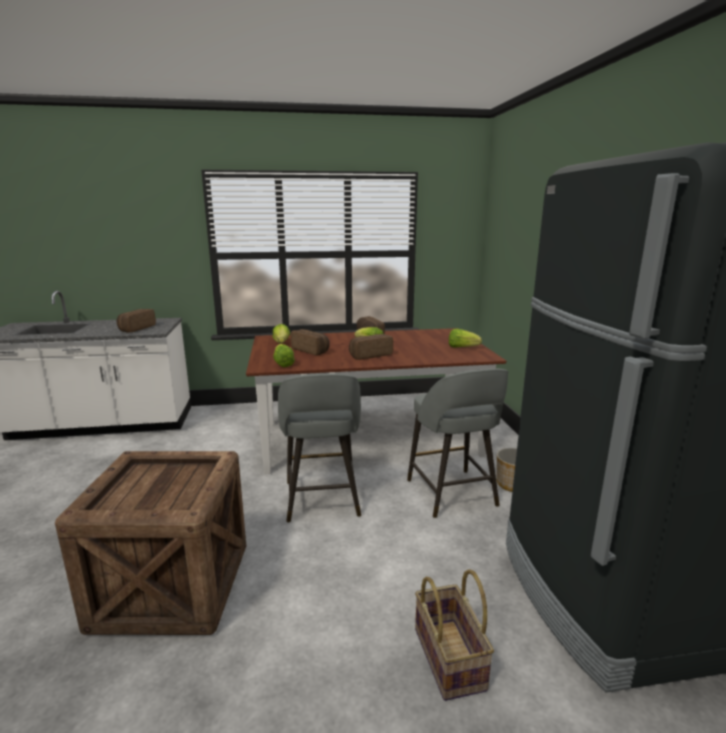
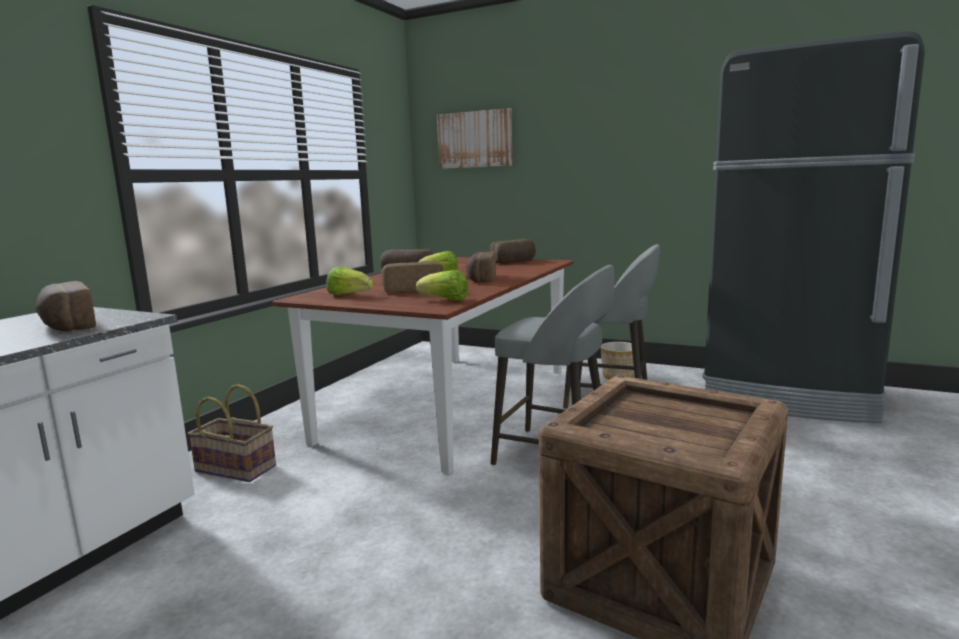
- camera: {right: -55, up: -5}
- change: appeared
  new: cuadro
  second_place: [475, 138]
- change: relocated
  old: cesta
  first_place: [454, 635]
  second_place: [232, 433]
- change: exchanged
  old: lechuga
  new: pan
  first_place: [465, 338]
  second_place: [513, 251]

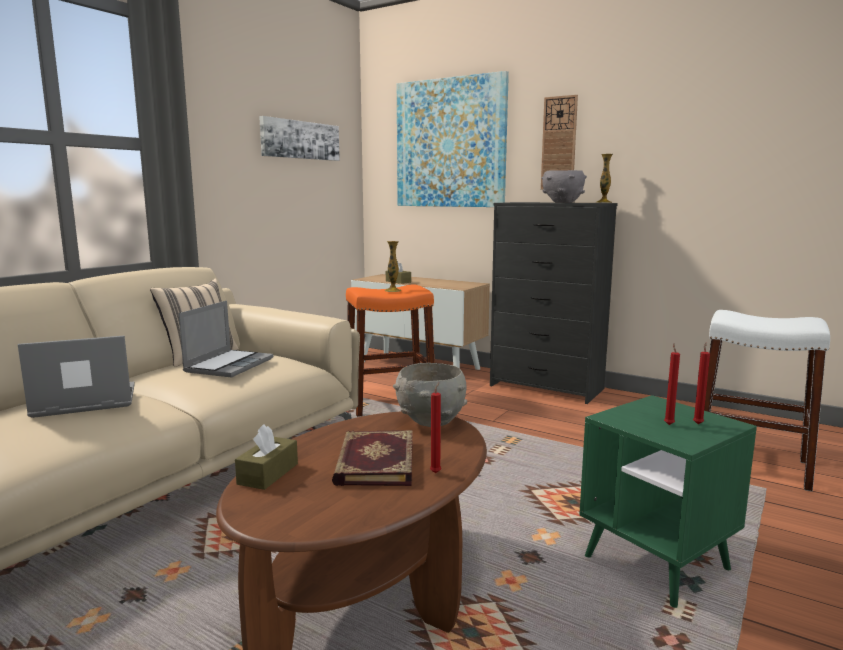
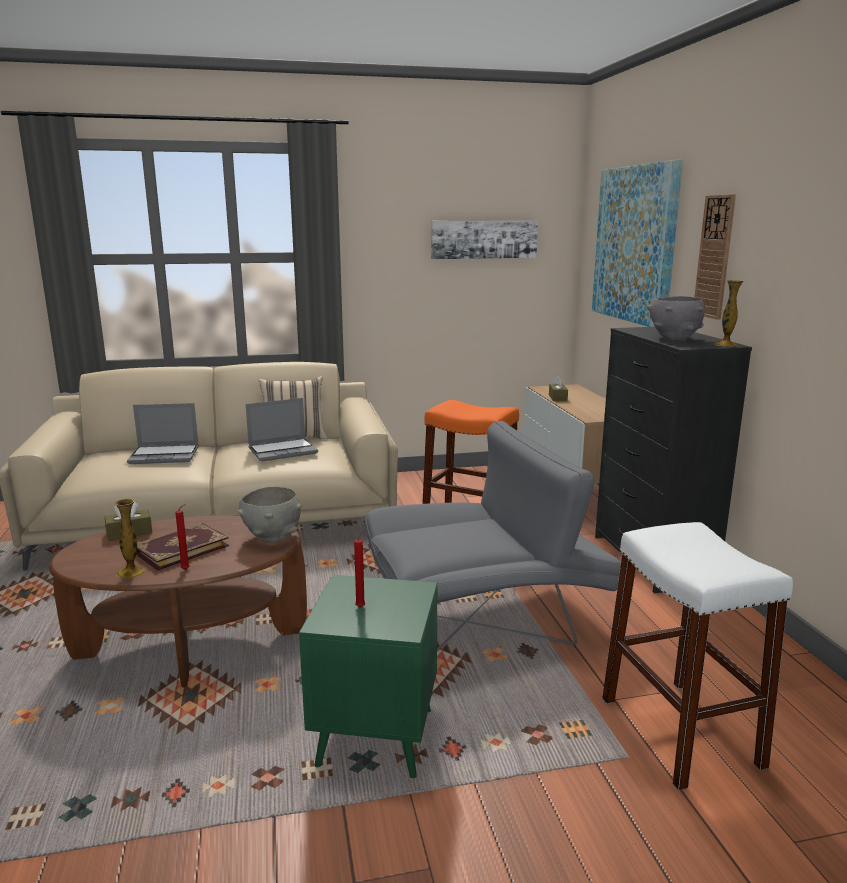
- camera: {right: 45, up: 5}
- change: missing
  old: vela/rojo
  first_place: [701, 383]
- change: appeared
  new: sillón/gris
  second_place: [493, 536]
- change: relocated
  old: florero
  first_place: [393, 266]
  second_place: [130, 538]
- change: spun
  old: portátil
  first_place: [76, 376]
  second_place: [163, 433]
  degrees: 150

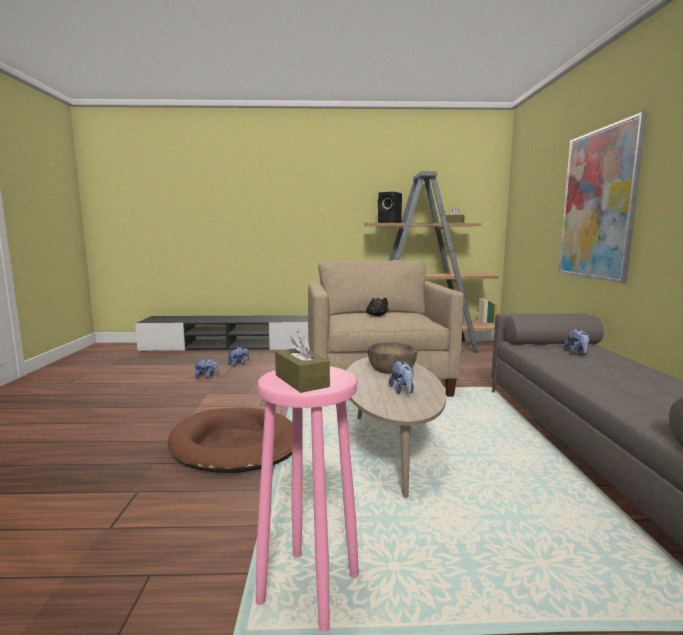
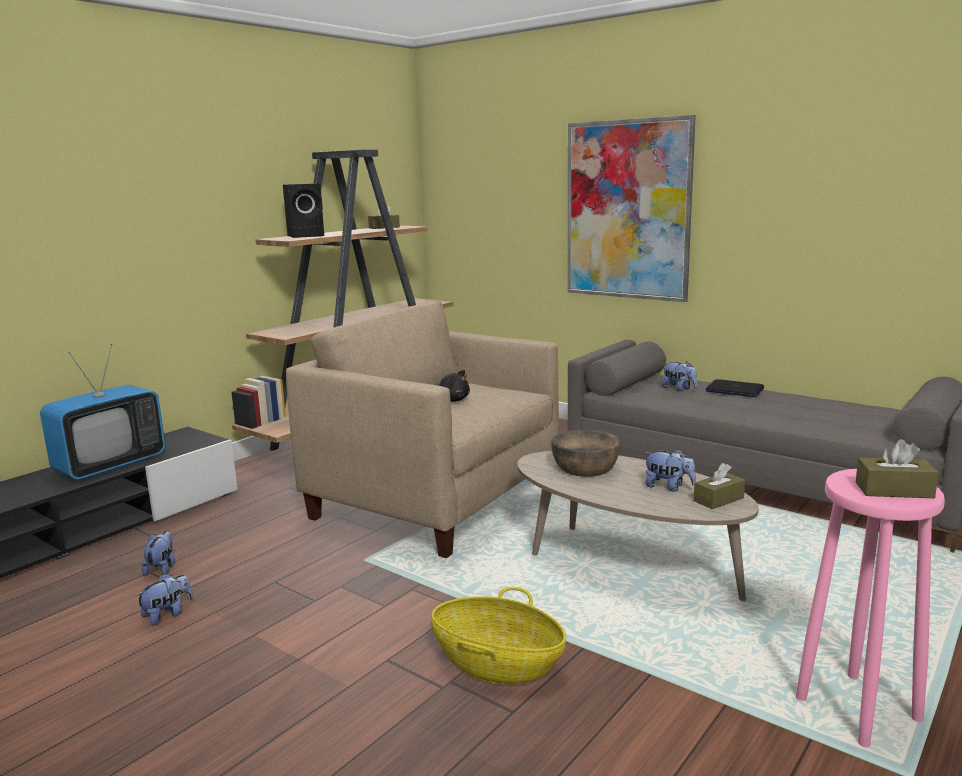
- camera: {right: -50, up: 5}
- change: appeared
  new: televisor
  second_place: [102, 412]
- change: appeared
  new: caja de pañuelos/marrón
  second_place: [719, 486]
- change: appeared
  new: portátil
  second_place: [735, 388]
- change: exchanged
  old: cama para perro/marrón
  new: cesta
  first_place: [230, 440]
  second_place: [498, 636]

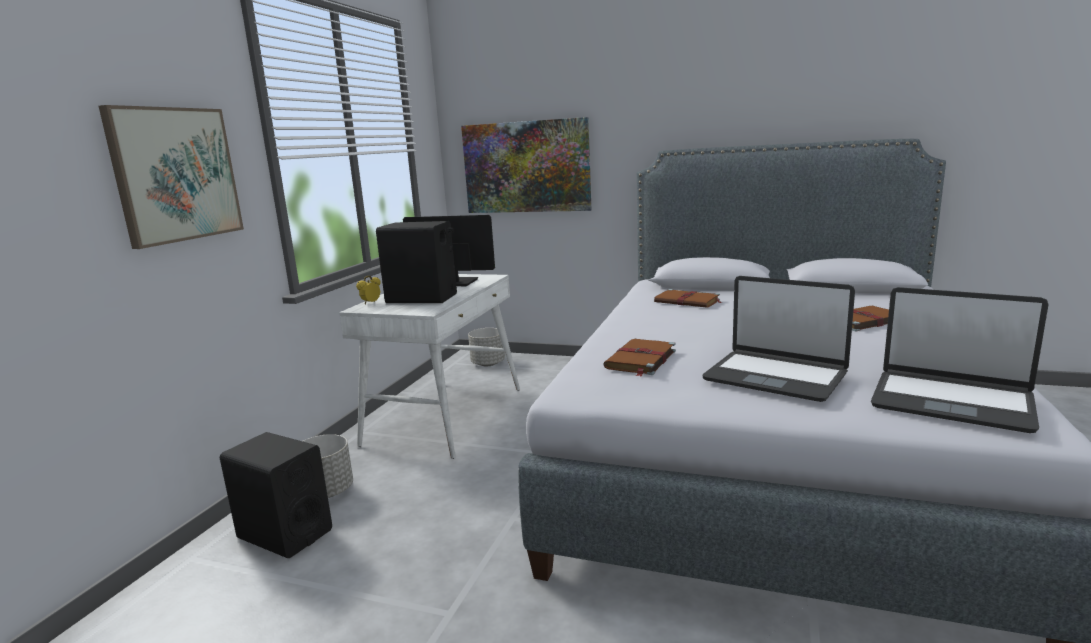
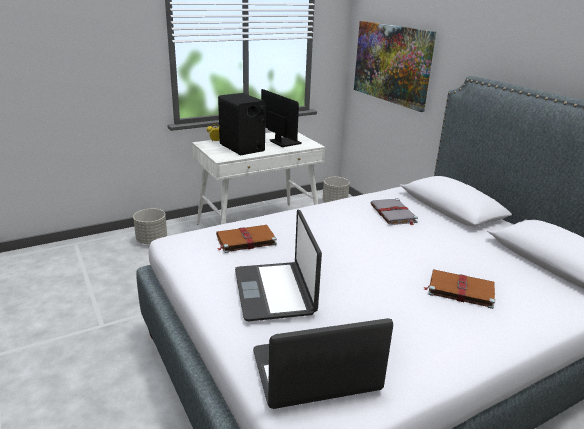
- camera: {right: 40, up: 10}
- change: missing
  old: cuadro
  first_place: [171, 177]
- change: missing
  old: altavoz/negro
  first_place: [276, 495]
- change: colour
  old: libro/marrón
  new: libro/gris
  first_place: [687, 298]
  second_place: [394, 212]
- change: spun
  old: portátil
  first_place: [960, 360]
  second_place: [323, 363]
  degrees: 90

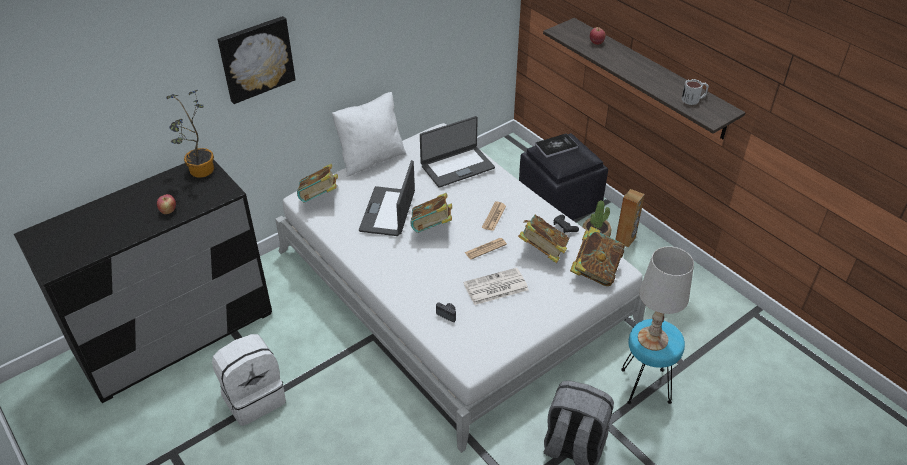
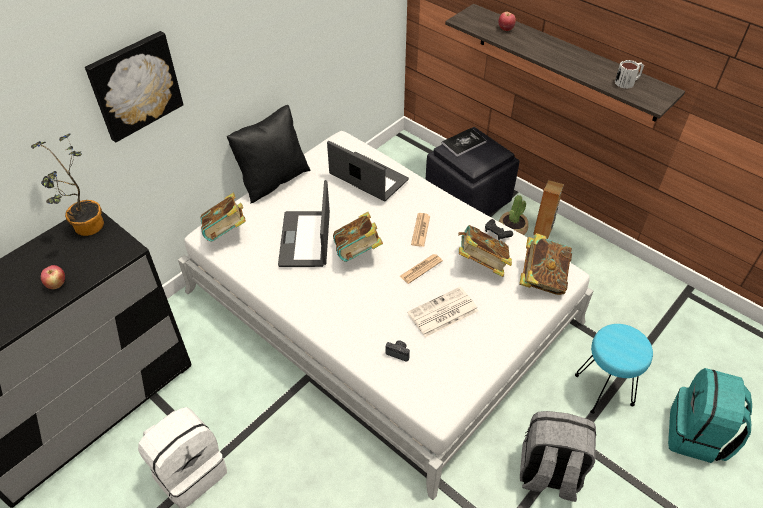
- camera: {right: -10, up: 5}
- change: missing
  old: lámpara de mesa/blanco
  first_place: [666, 298]
- change: appeared
  new: mochila/turquesa
  second_place: [710, 415]
- change: colour
  old: cojín/blanco
  new: cojín/negro
  first_place: [369, 134]
  second_place: [268, 154]
- change: spun
  old: portátil
  first_place: [457, 152]
  second_place: [368, 171]
  degrees: -105

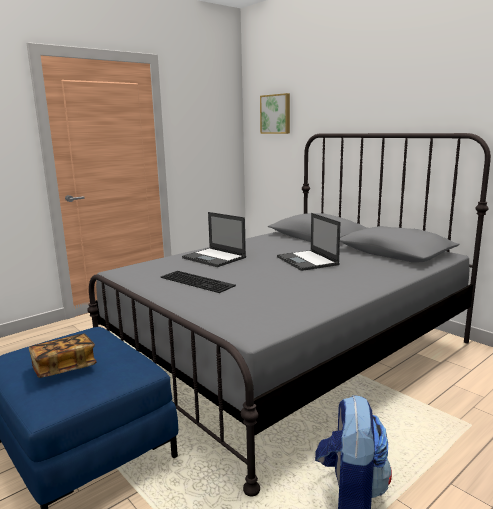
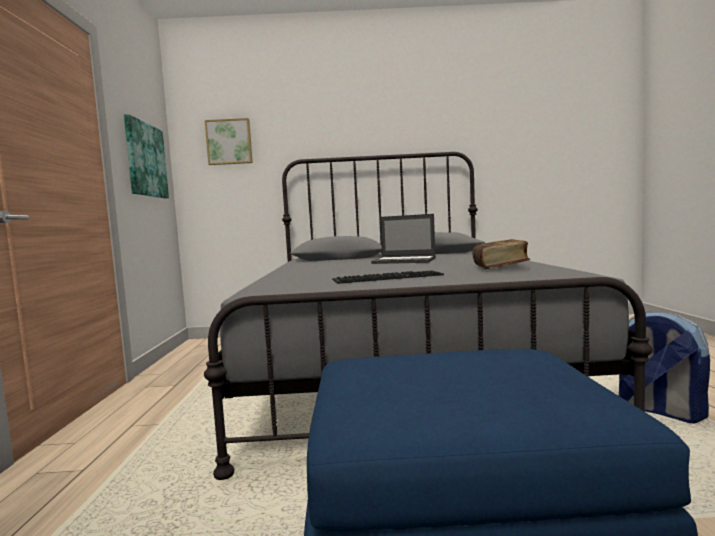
- camera: {right: -50, up: -10}
- change: missing
  old: portátil
  first_place: [214, 239]
- change: appeared
  new: cuadro
  second_place: [146, 156]
- change: relocated
  old: libro
  first_place: [63, 355]
  second_place: [501, 254]

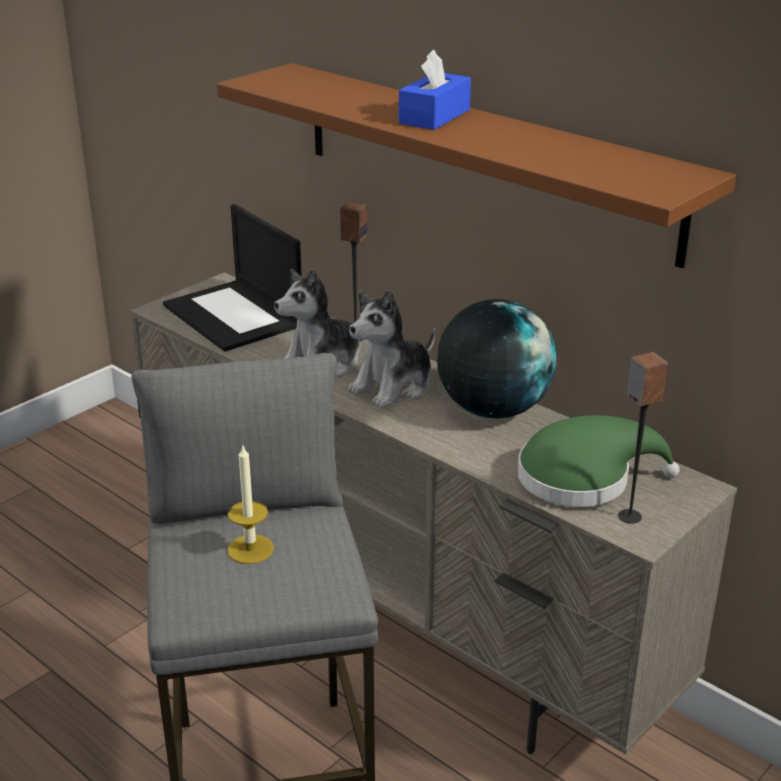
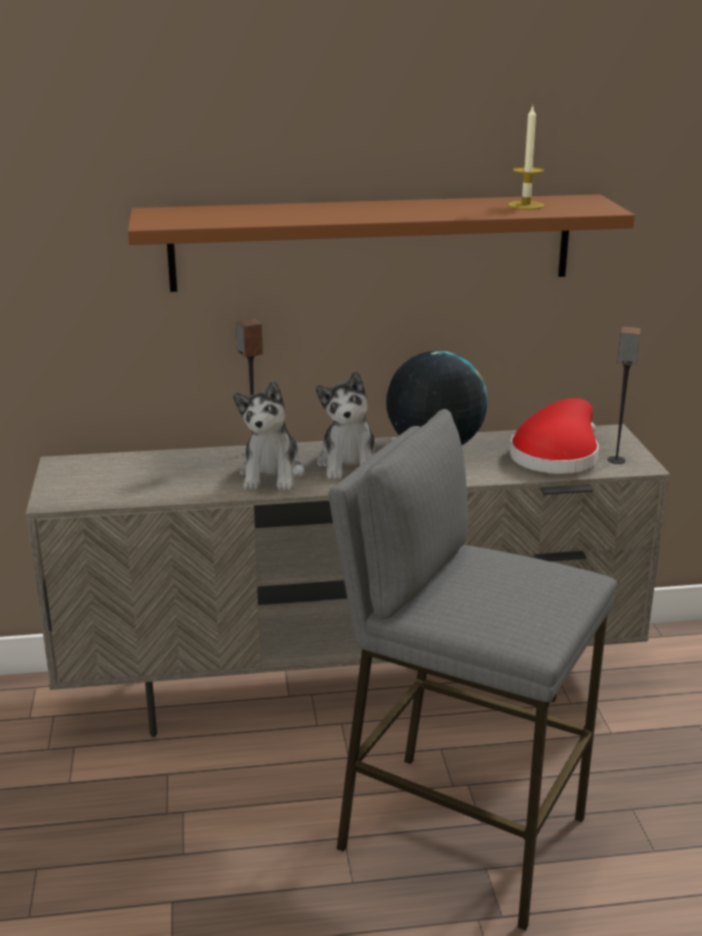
- camera: {right: -50, up: -5}
- change: missing
  old: portátil
  first_place: [232, 278]
- change: missing
  old: caja de pañuelos/azul
  first_place: [435, 90]
- change: relocated
  old: vela
  first_place: [250, 505]
  second_place: [526, 157]
- change: colour
  old: sombrero/verde
  new: sombrero/rojo
  first_place: [599, 461]
  second_place: [554, 436]

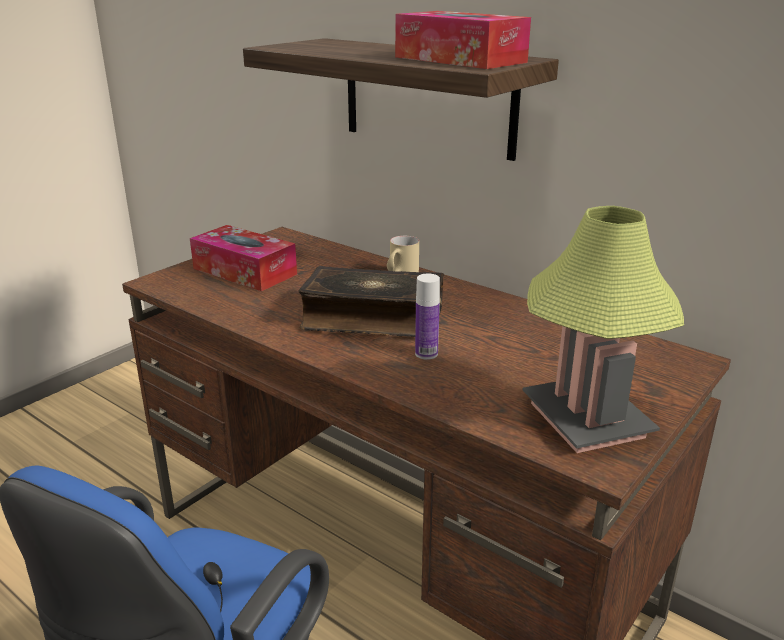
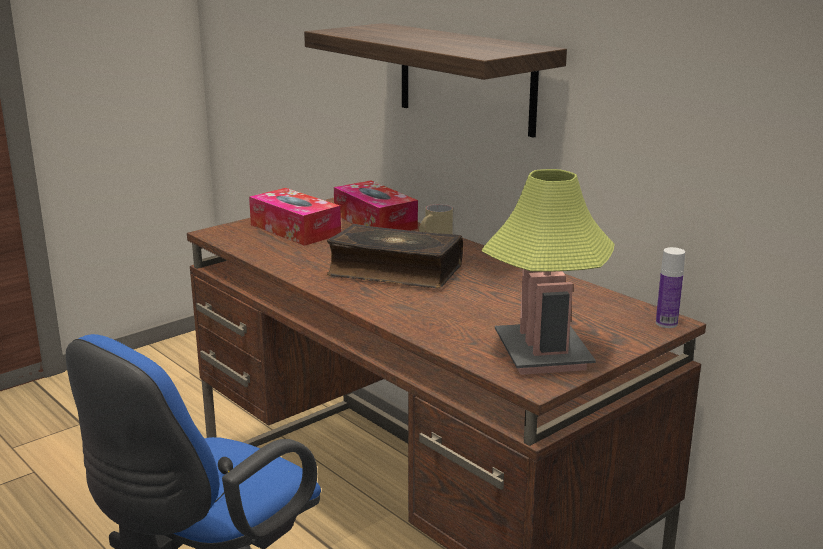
- camera: {right: 10, up: -5}
- change: relocated
  old: caja de pañuelos
  first_place: [463, 40]
  second_place: [376, 205]
- change: relocated
  old: botella
  first_place: [427, 317]
  second_place: [670, 287]

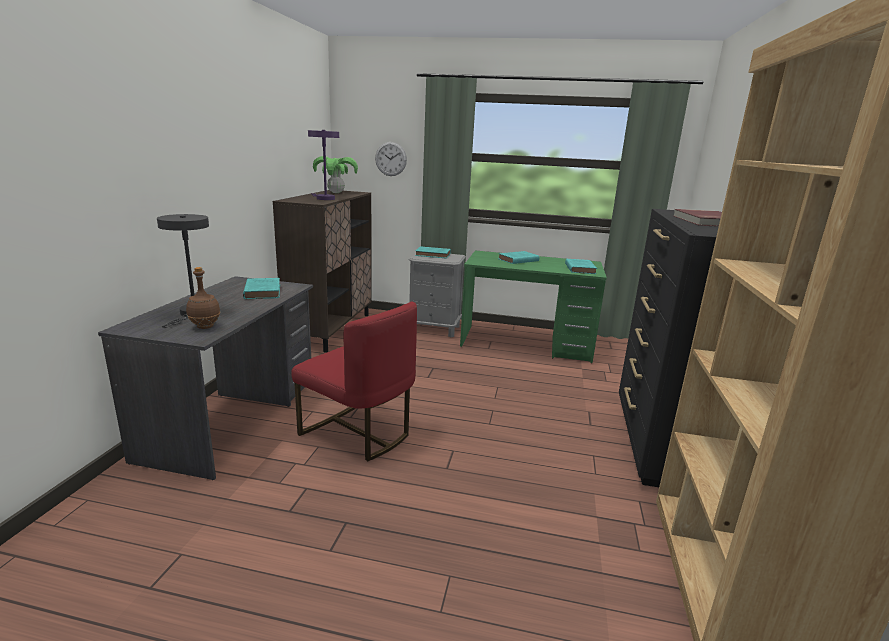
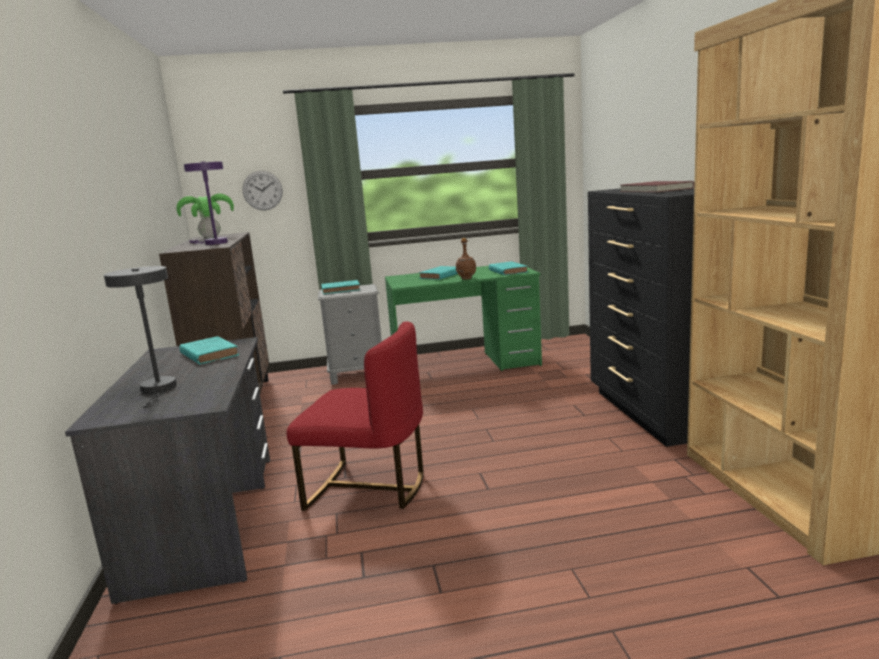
- camera: {right: -20, up: -5}
- change: relocated
  old: botella/marrón
  first_place: [203, 298]
  second_place: [466, 259]

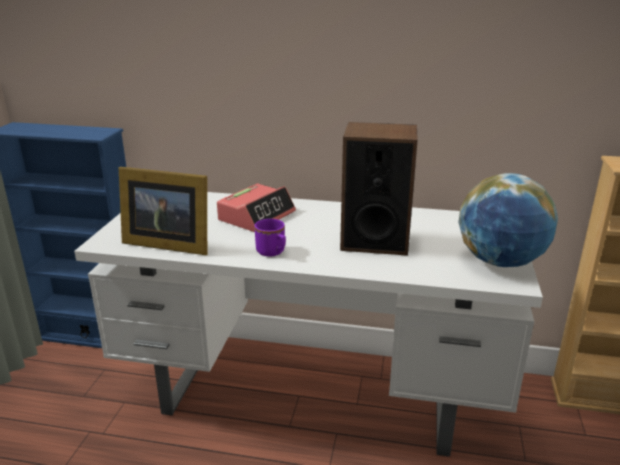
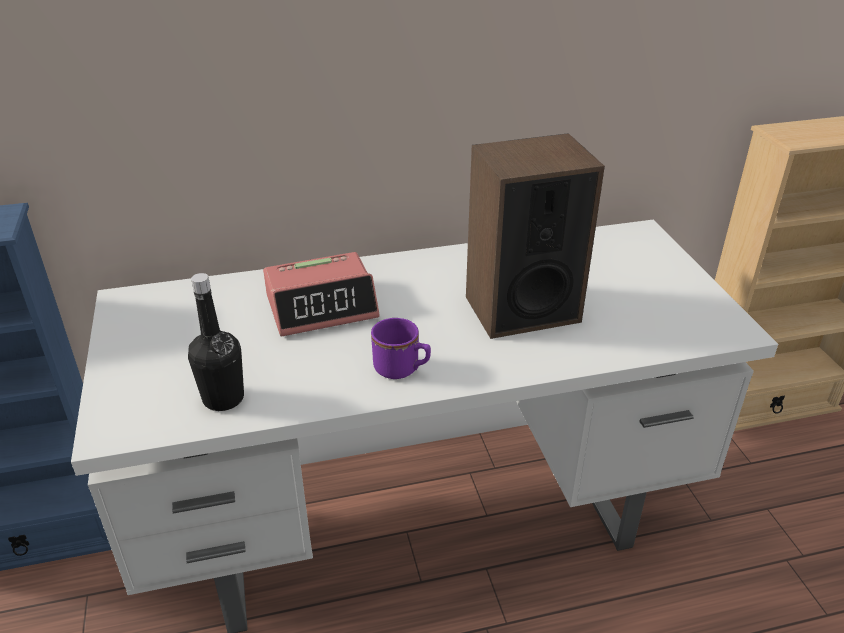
- camera: {right: -25, up: 10}
- change: missing
  old: globo terráqueo
  first_place: [508, 220]
- change: exchanged
  old: portarretratos
  new: botella/negro
  first_place: [163, 211]
  second_place: [216, 342]
- change: spun
  old: despertador
  first_place: [256, 208]
  second_place: [321, 294]
  degrees: 60

